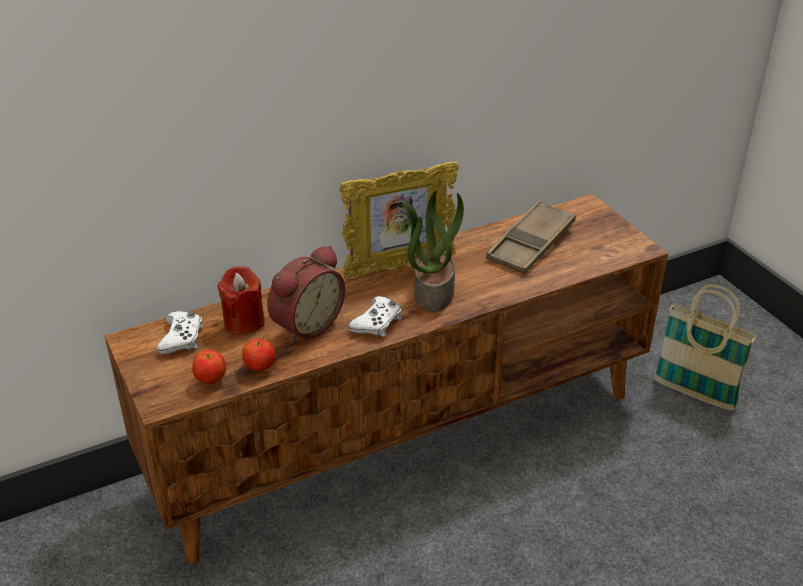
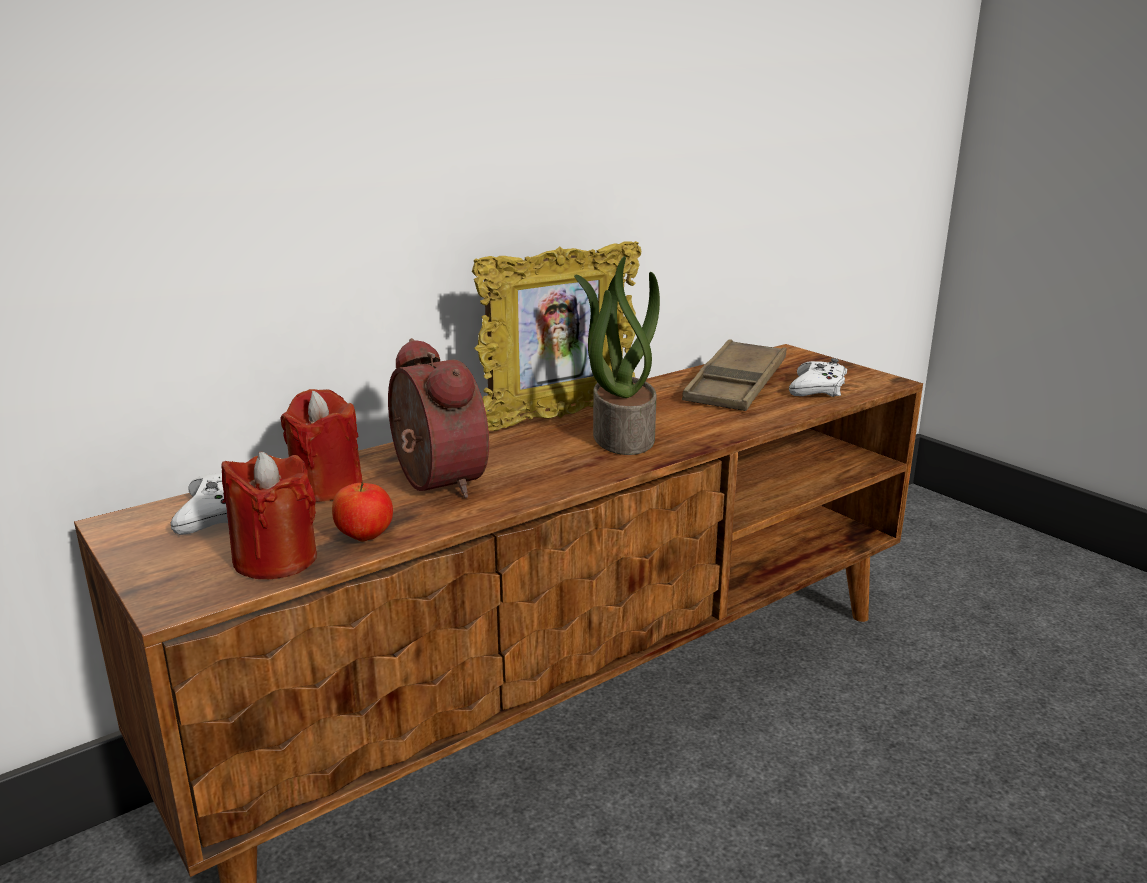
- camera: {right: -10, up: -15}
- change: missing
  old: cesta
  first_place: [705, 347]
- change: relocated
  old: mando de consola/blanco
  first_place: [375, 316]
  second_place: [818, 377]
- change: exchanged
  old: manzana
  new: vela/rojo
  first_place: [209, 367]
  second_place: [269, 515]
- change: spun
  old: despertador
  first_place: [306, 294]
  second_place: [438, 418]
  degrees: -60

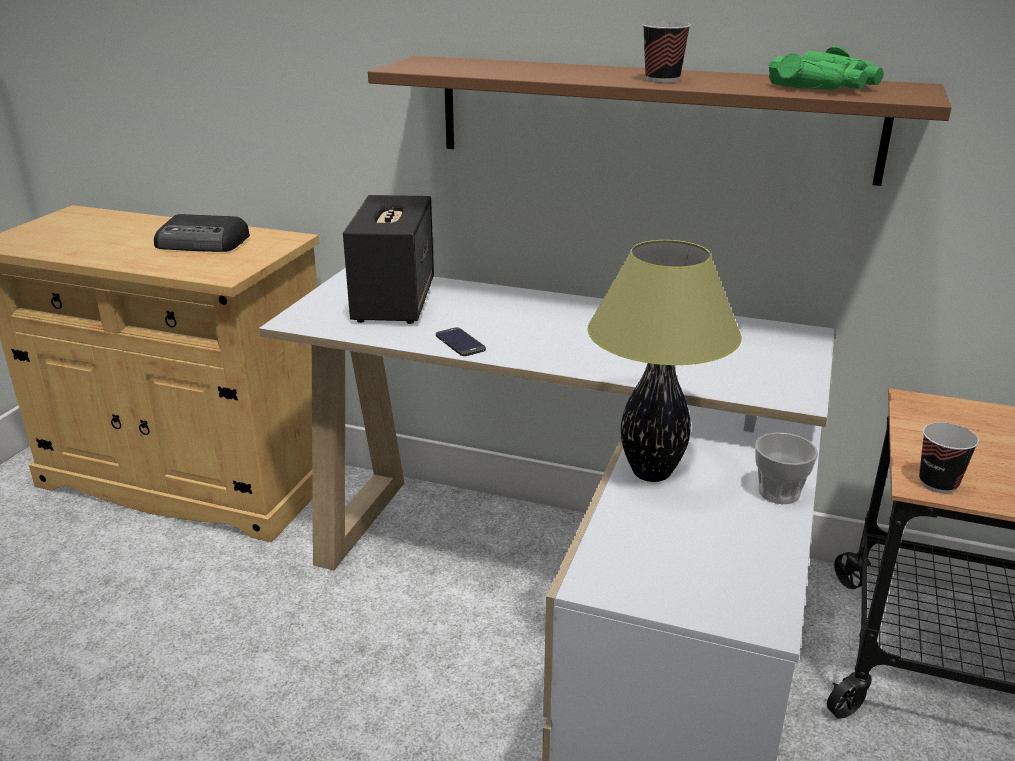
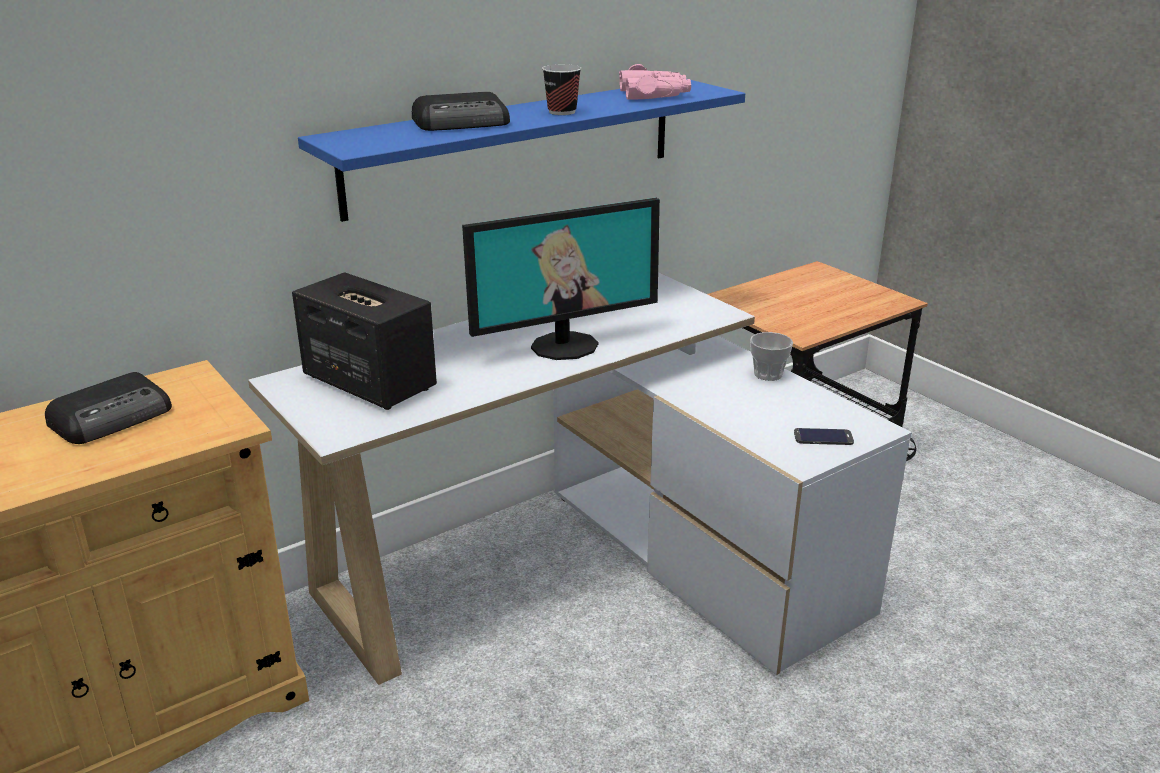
- camera: {right: -55, up: 0}
- change: missing
  old: lámpara de mesa
  first_place: [664, 361]
- change: missing
  old: taza
  first_place: [949, 457]
- change: appeared
  new: radio
  second_place: [461, 111]
- change: appeared
  new: monitor
  second_place: [561, 279]
- change: relocated
  old: móvil
  first_place: [461, 341]
  second_place: [824, 436]
- change: colour
  old: estante/marrón
  new: estante/azul
  first_place: [660, 120]
  second_place: [521, 151]
- change: colour
  old: prismáticos/verde
  new: prismáticos/rosa
  first_place: [826, 68]
  second_place: [655, 82]

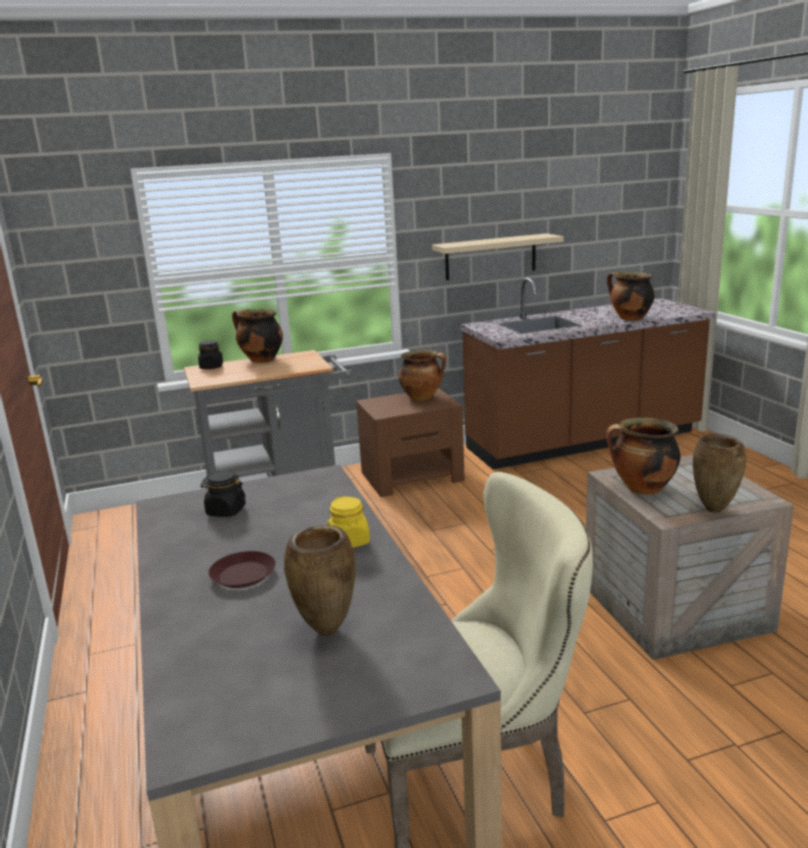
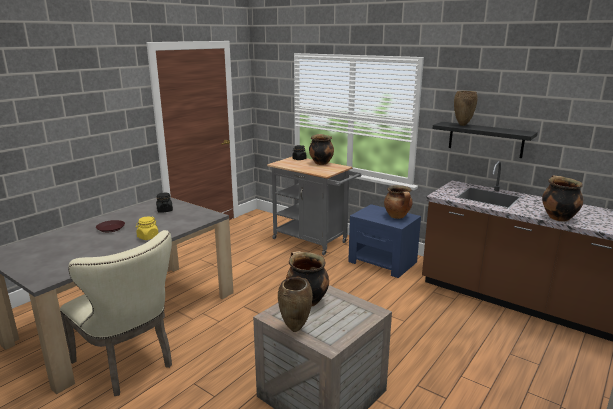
- camera: {right: 55, up: 0}
- change: relocated
  old: florero/marrón
  first_place: [320, 581]
  second_place: [466, 108]
- change: colour
  old: mesita de noche/marrón
  new: mesita de noche/azul
  first_place: [410, 442]
  second_place: [384, 241]
- change: colour
  old: estante/beis
  new: estante/negro
  first_place: [497, 256]
  second_place: [485, 140]

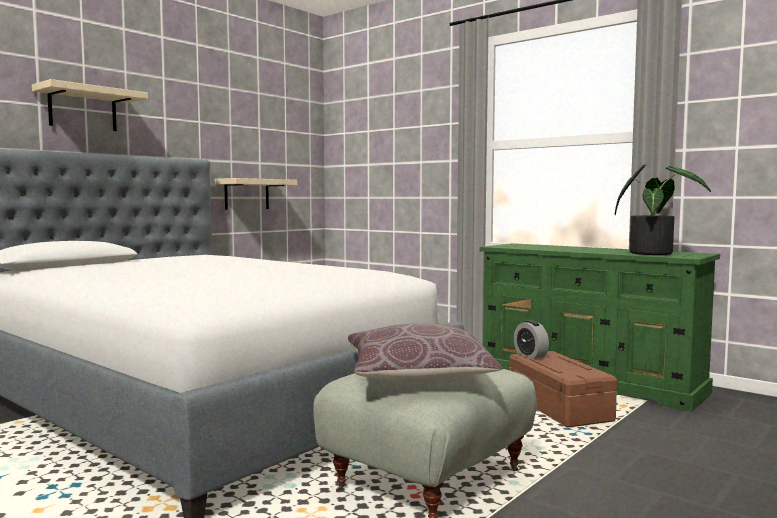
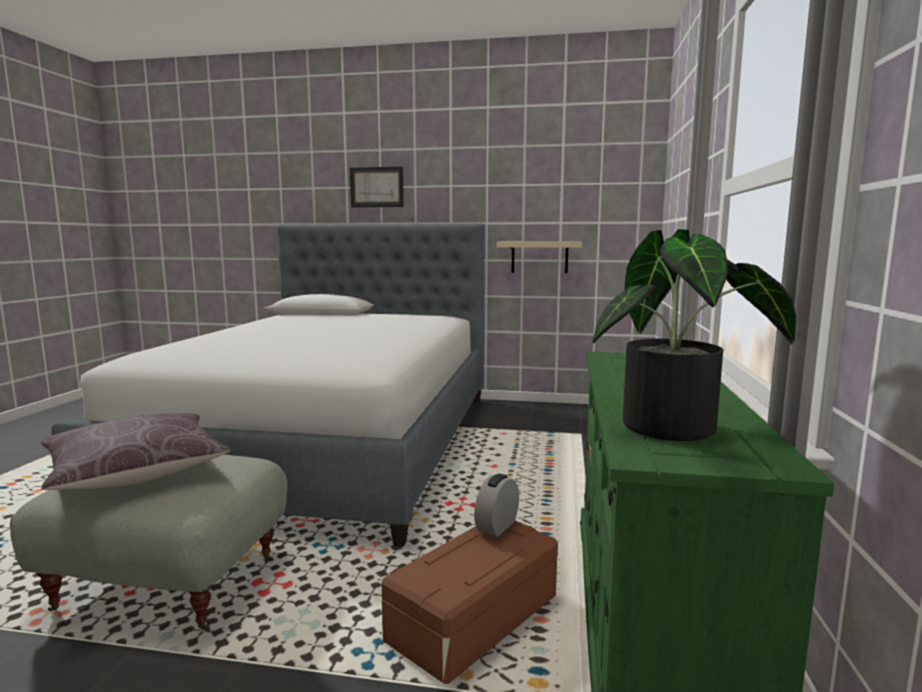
- camera: {right: 60, up: 5}
- change: exchanged
  old: estante/beis
  new: cuadro
  first_place: [90, 105]
  second_place: [377, 187]

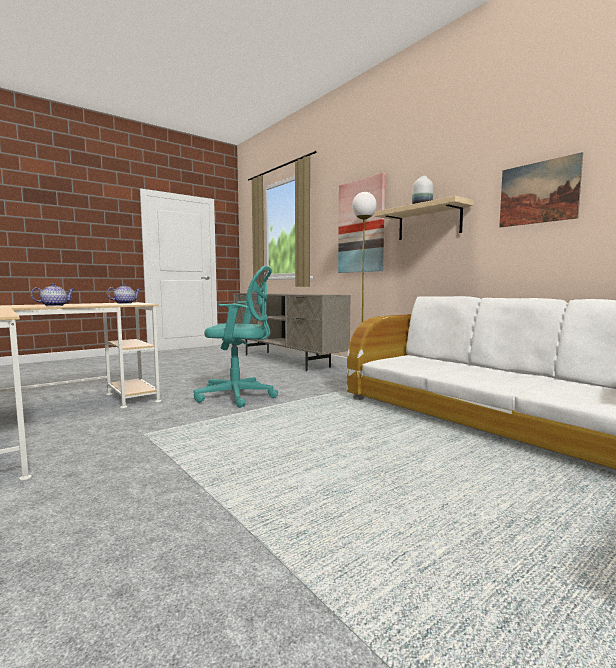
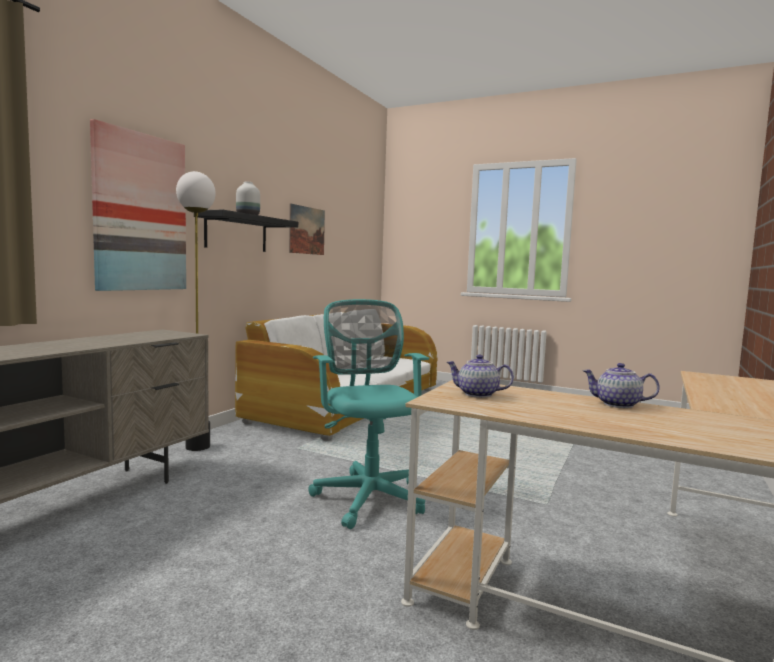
- camera: {right: -115, up: 0}
- change: colour
  old: estante/beis
  new: estante/negro
  first_place: [424, 218]
  second_place: [246, 231]

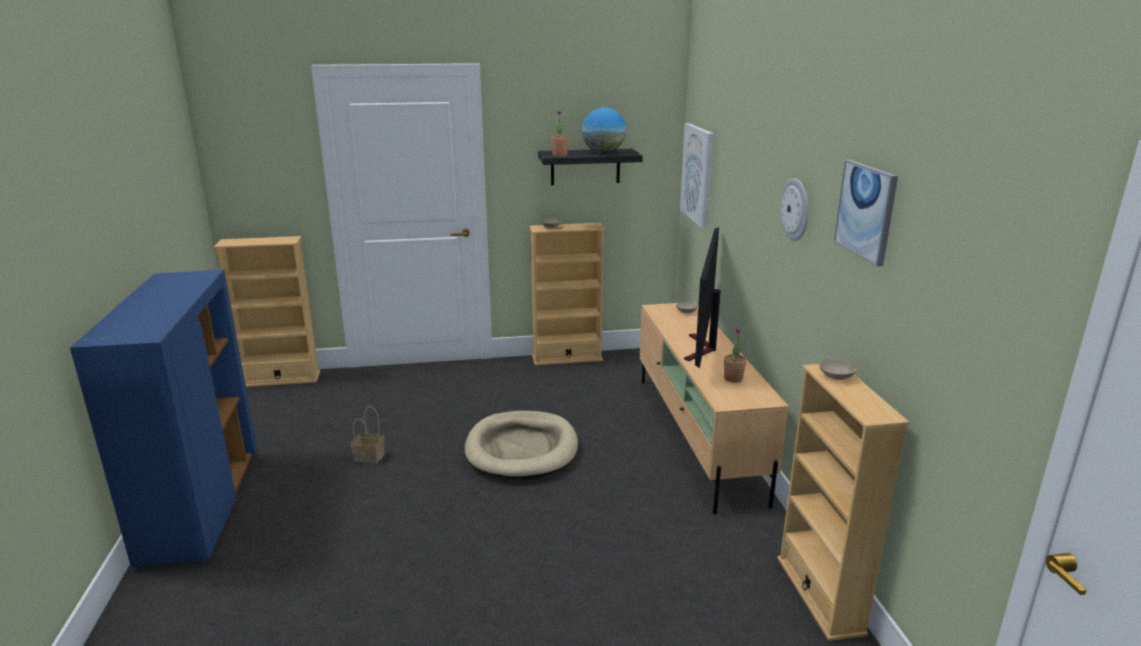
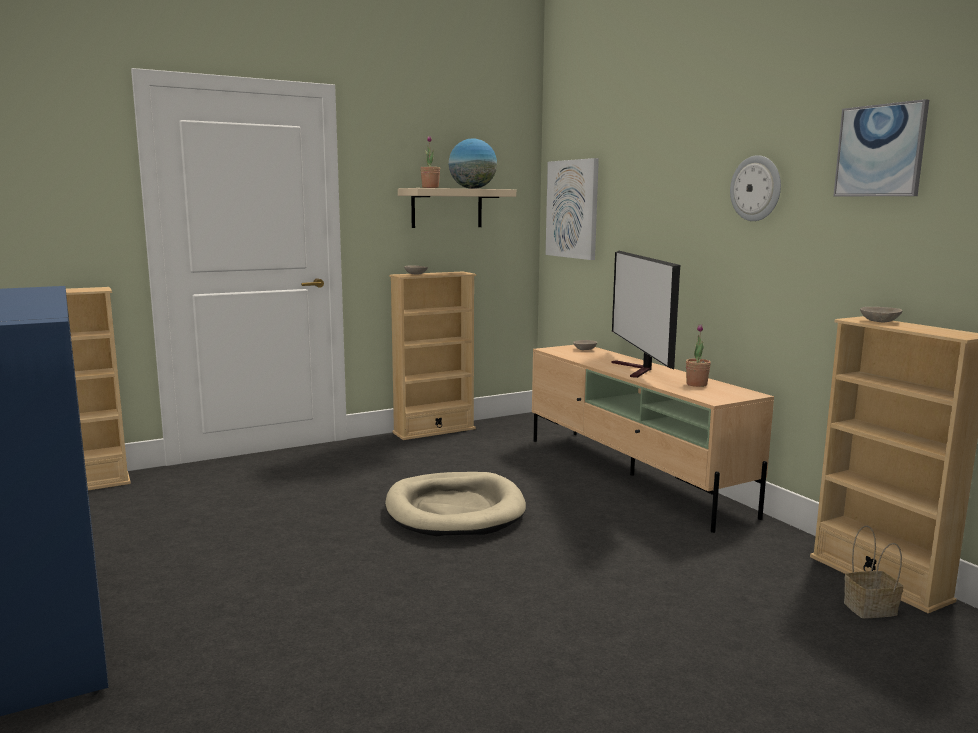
- camera: {right: -20, up: -10}
- change: relocated
  old: cesta
  first_place: [368, 435]
  second_place: [874, 571]
- change: colour
  old: estante/negro
  new: estante/beis
  first_place: [590, 167]
  second_place: [457, 208]

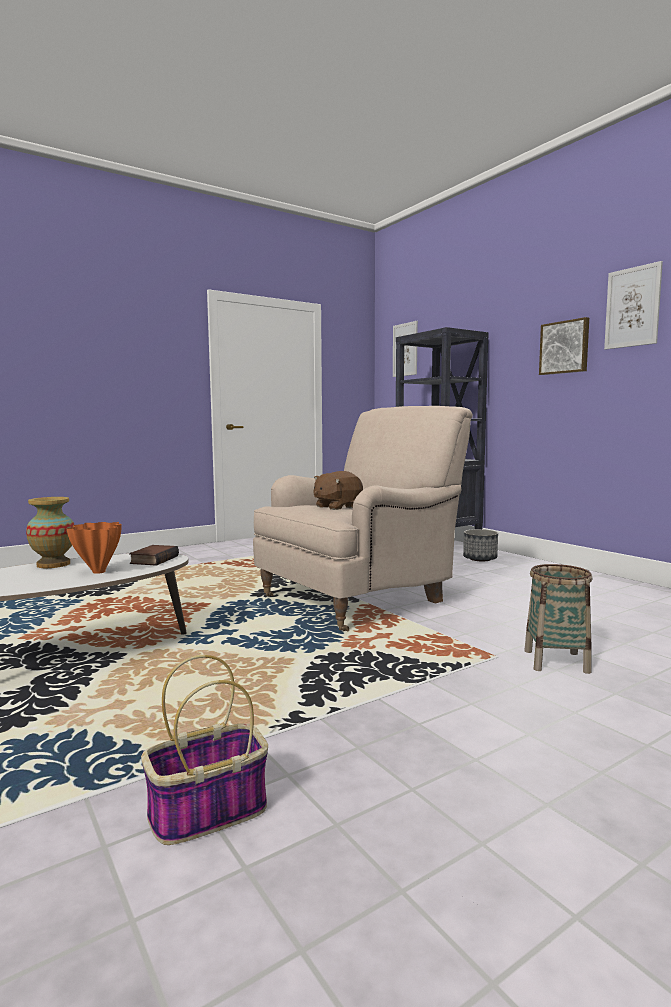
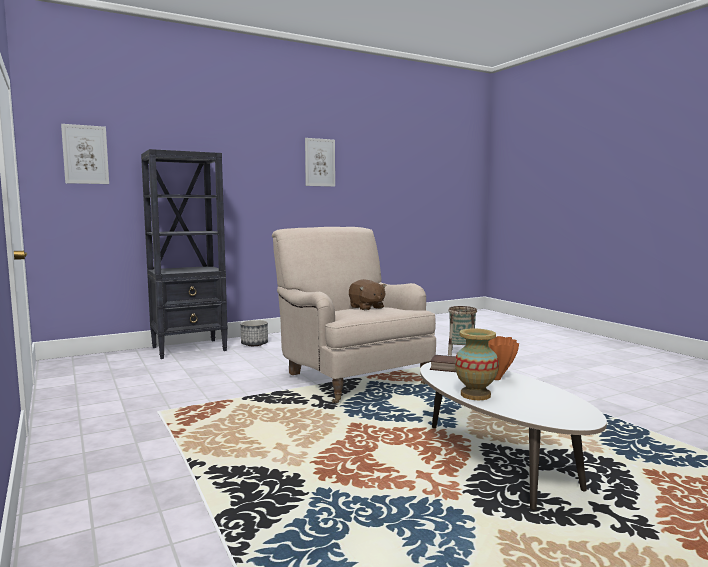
- camera: {right: -85, up: 0}
- change: missing
  old: cesta
  first_place: [204, 750]
- change: missing
  old: cuadro
  first_place: [564, 346]

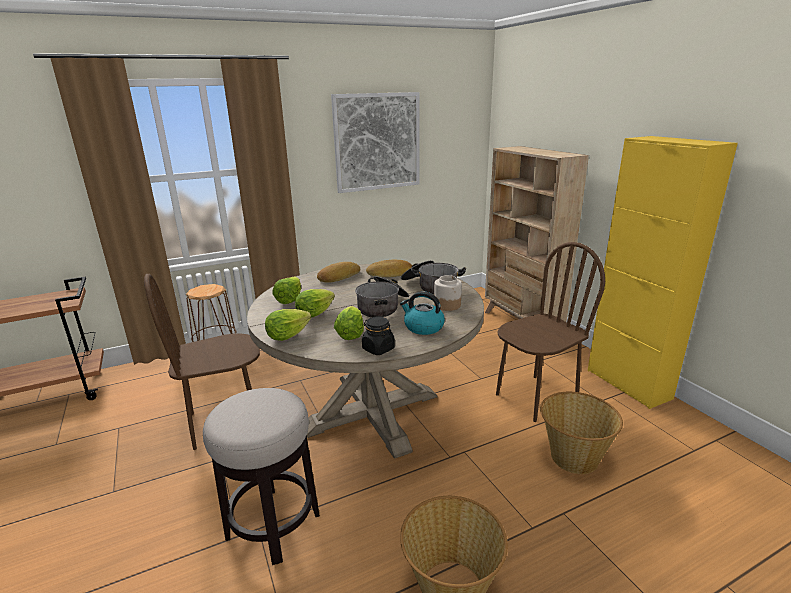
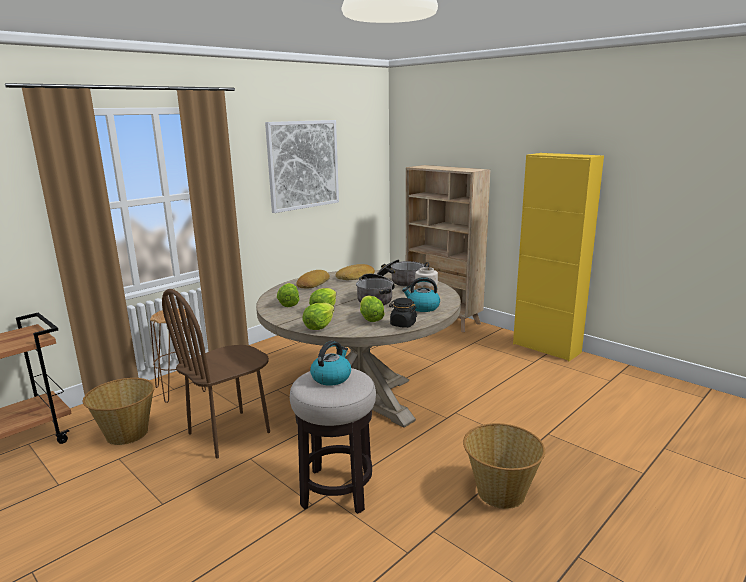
- camera: {right: -20, up: -5}
- change: missing
  old: silla/marrón
  first_place: [550, 332]
- change: appeared
  new: hervidor
  second_place: [330, 363]
- change: relocated
  old: cesta
  first_place: [581, 433]
  second_place: [119, 411]

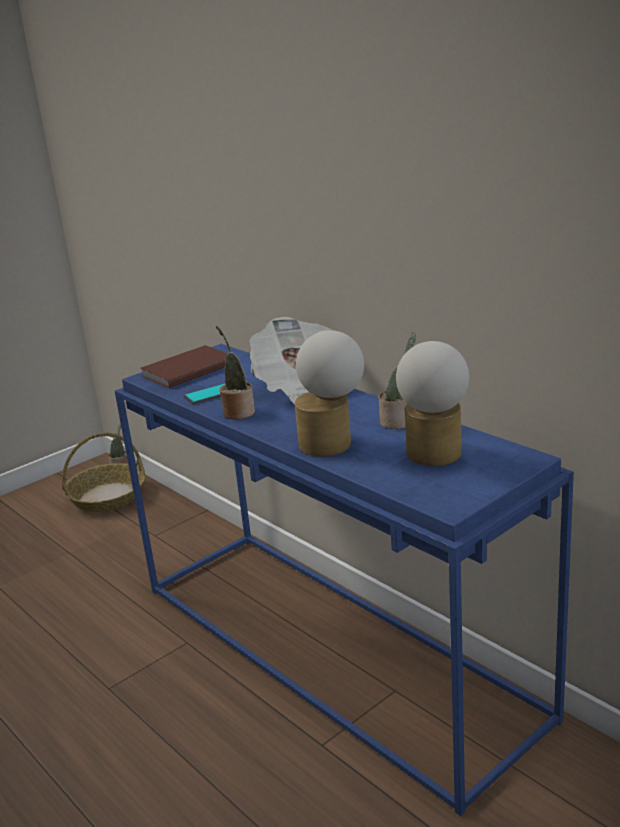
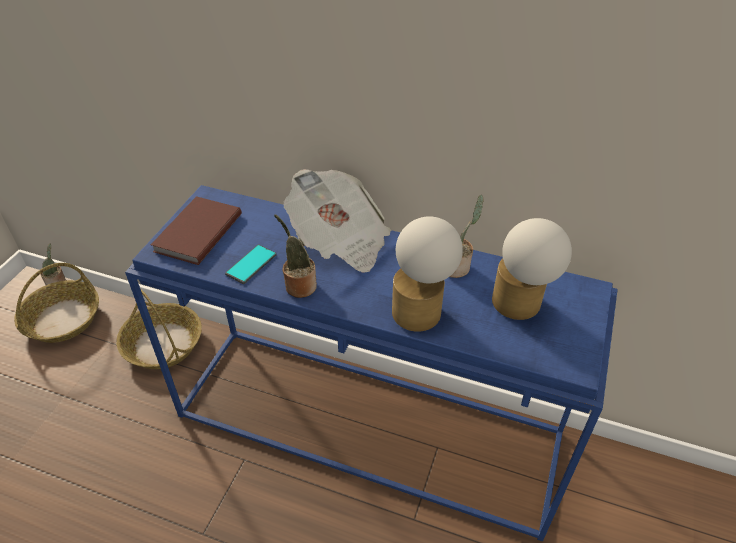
- camera: {right: -30, up: 20}
- change: appeared
  new: cesta
  second_place: [159, 329]

